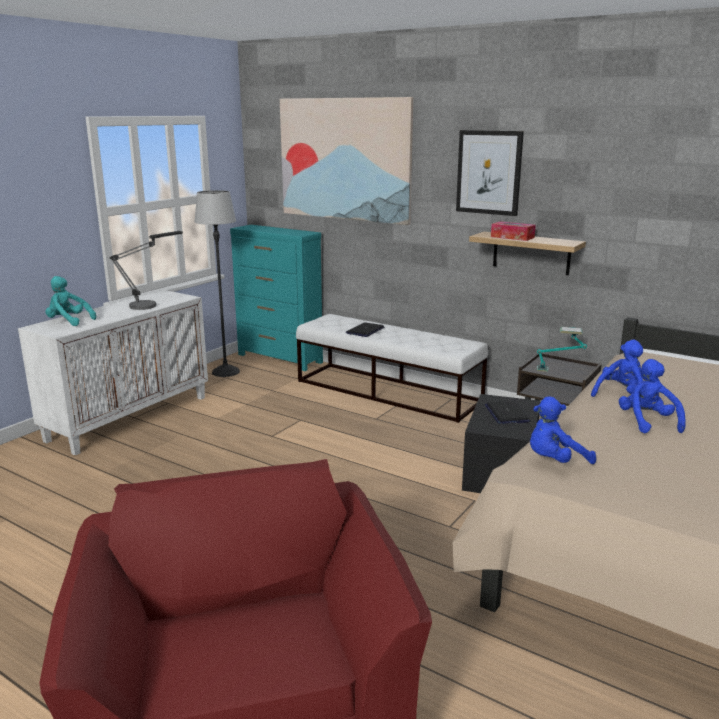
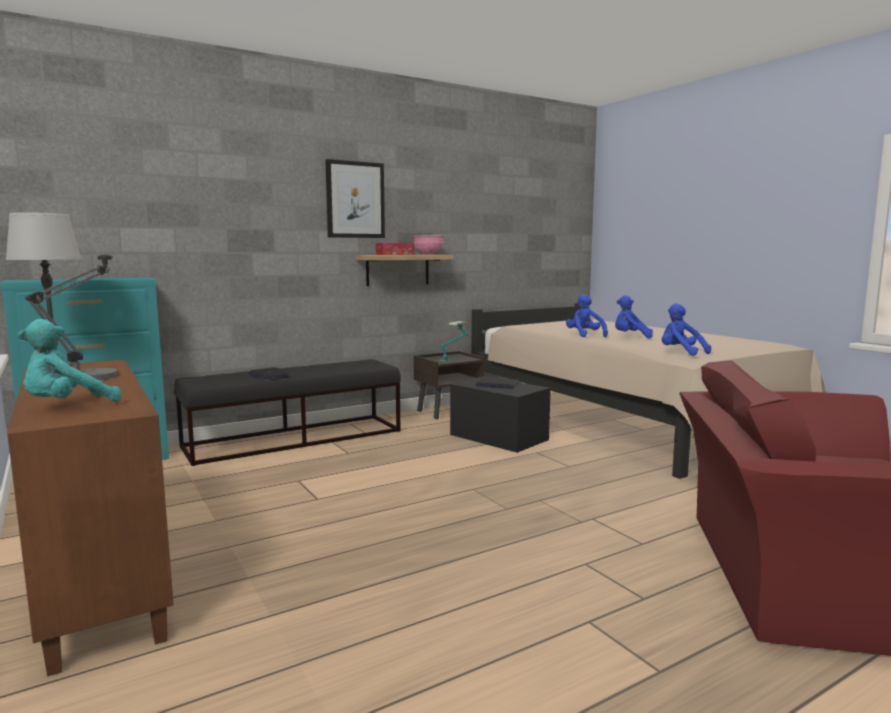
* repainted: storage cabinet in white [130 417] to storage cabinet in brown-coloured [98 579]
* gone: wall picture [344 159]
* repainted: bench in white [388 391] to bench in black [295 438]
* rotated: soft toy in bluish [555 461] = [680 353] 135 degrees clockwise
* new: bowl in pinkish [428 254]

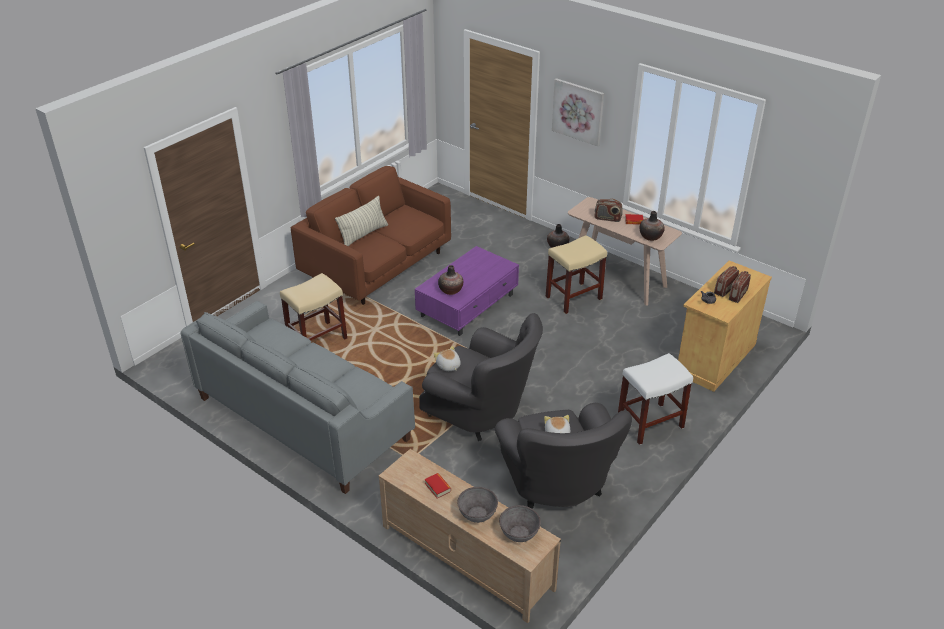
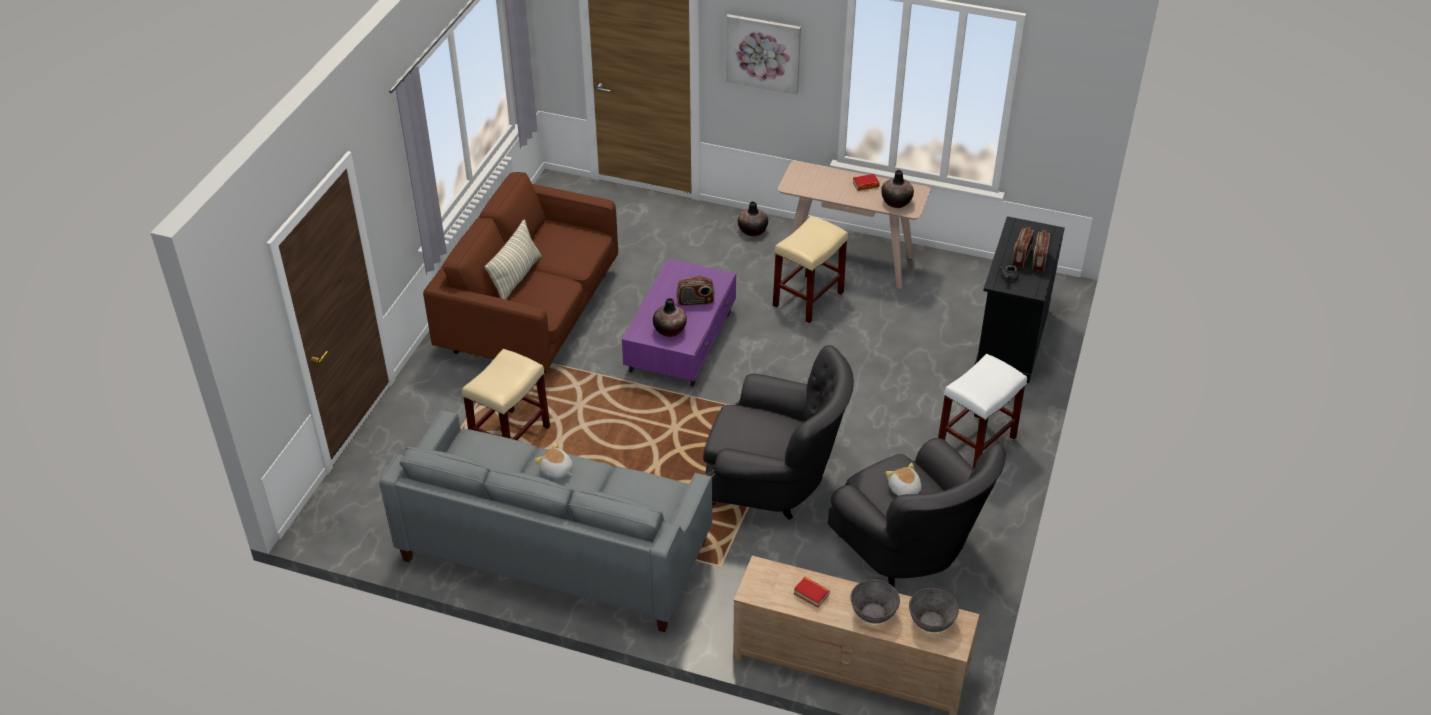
* shifted: soft toy [448 366] to [556 470]
* shifted: radio [607 218] to [695 301]
* repainted: storage cabinet in beige-coloured [715 358] to storage cabinet in black [1011 339]

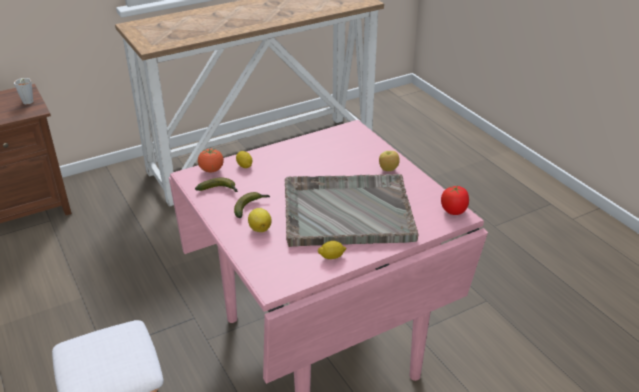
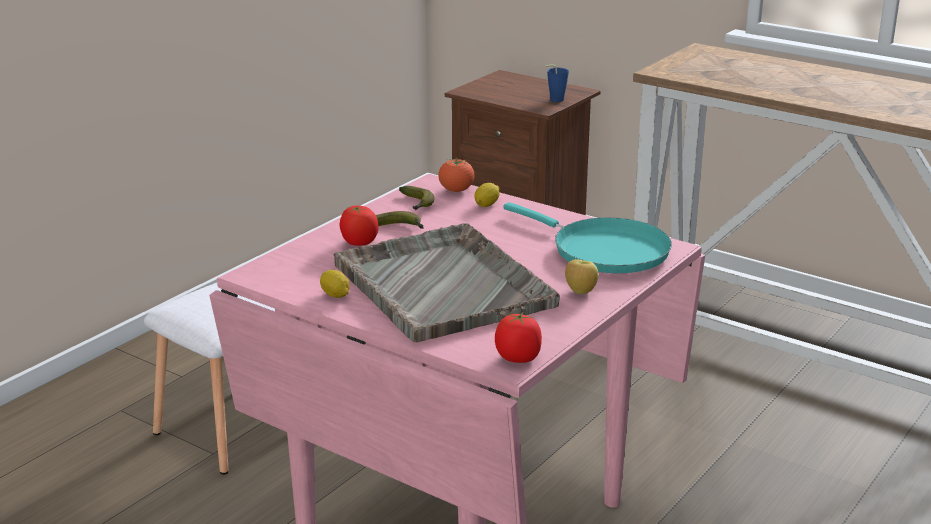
* repainted: small cup in grey [27 103] to small cup in bluish [554 100]
* swapped: citrus fruit [260 228] to tomato [359 243]
* new: frying pan in blue-green [603 250]

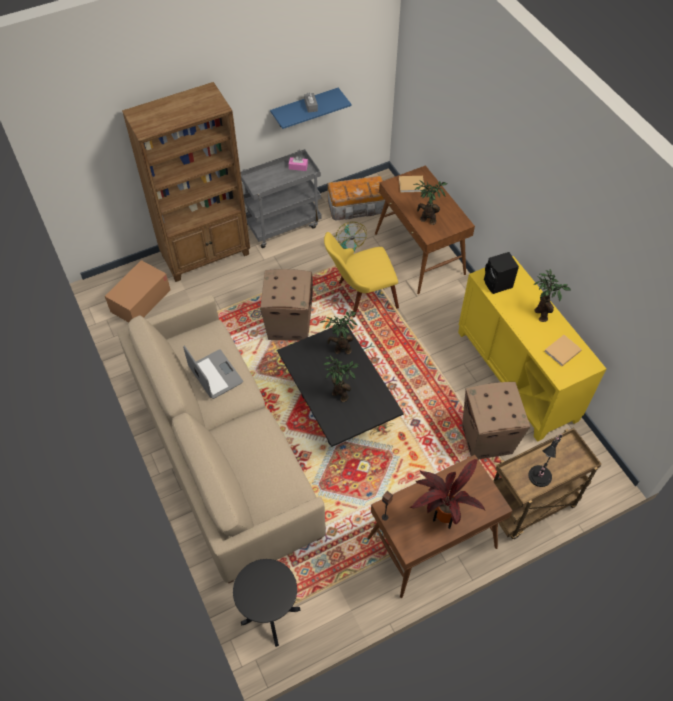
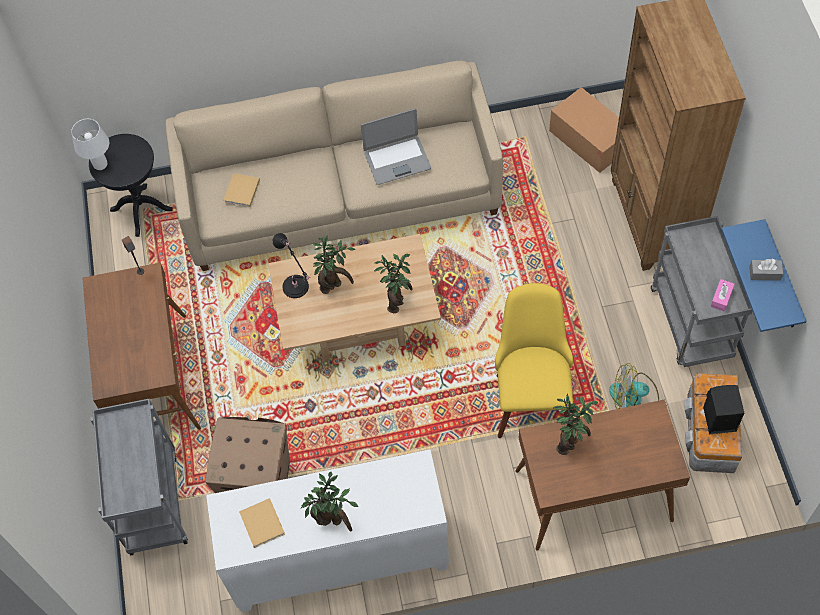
* gone: packing box [289 324]
* repainted: low table in black [338 409] to low table in beige-coloured [358 324]
* shifted: bound book in beige-coloured [412 185] to [241 192]
* gone: potted plant [442 515]
* repainted: storage cabinet in yellowish [517 375] to storage cabinet in white [339 558]
* shifted: audio speaker in black [498 284] to [718 419]
* repainted: trolley in brown-coloured [529 506] to trolley in grey [152 501]
* shifted: lamp for a table in black [541 474] to [297 288]
* new: lamp for a table in white [101 165]

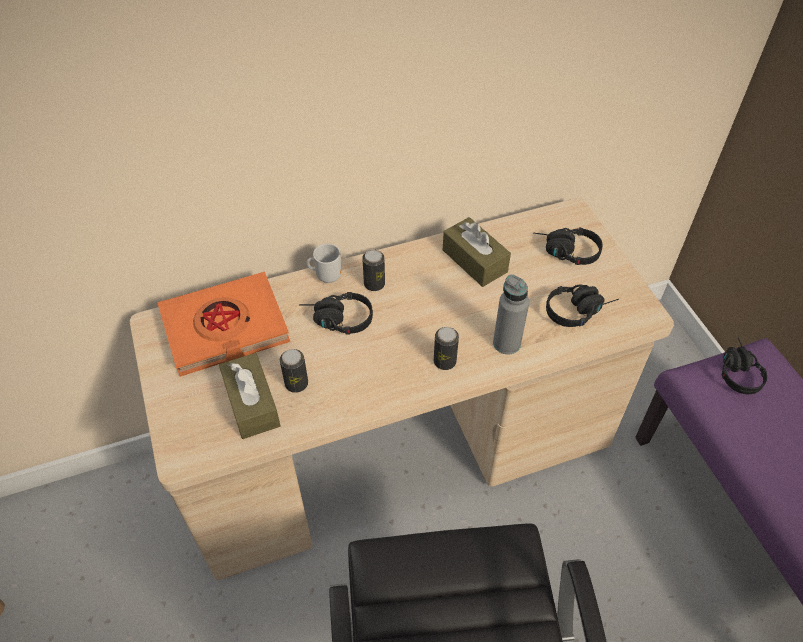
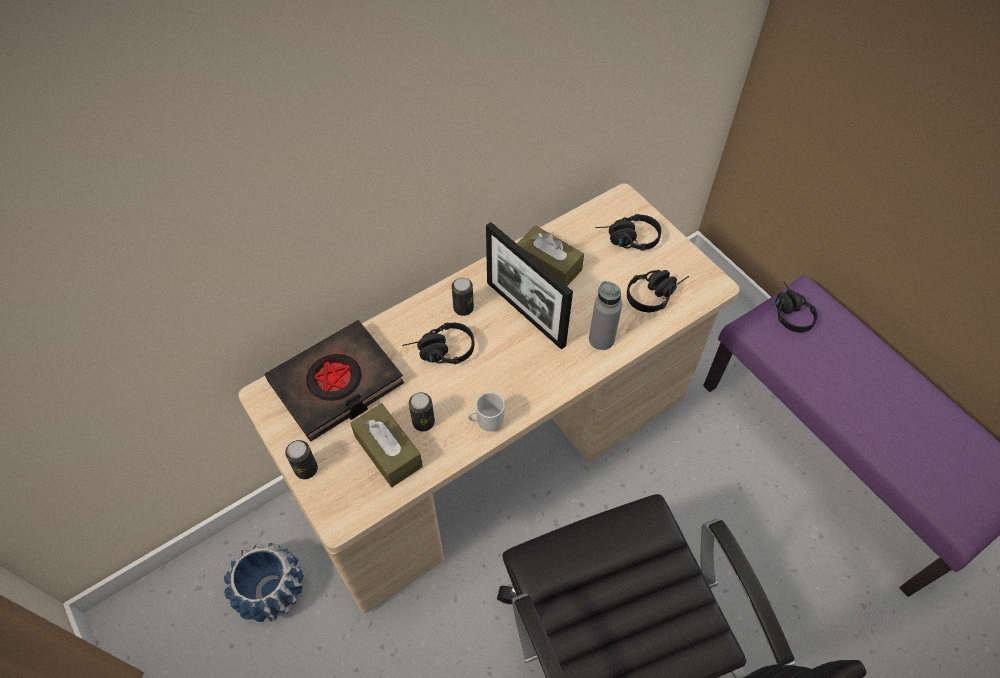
* repainted: bound book in orange-coloured [225 329] to bound book in black [336 384]
* shifted: mug [327 276] to [488 421]
* shifted: metal can [444 361] to [306 469]
* new: flower pot in bluish [271 590]
* new: picture frame [525 313]

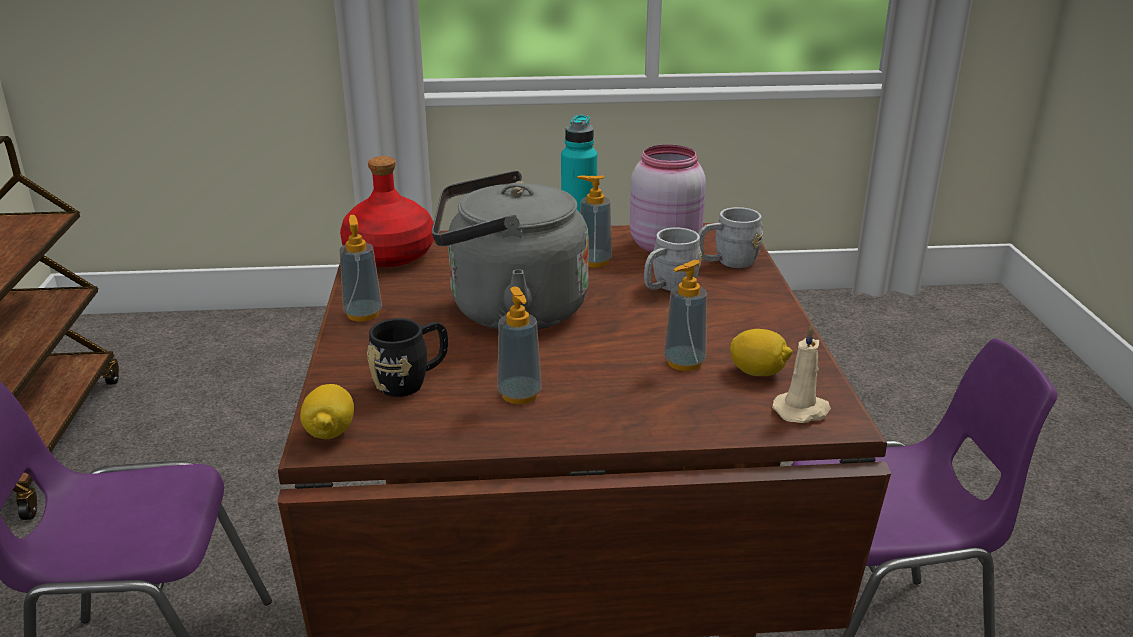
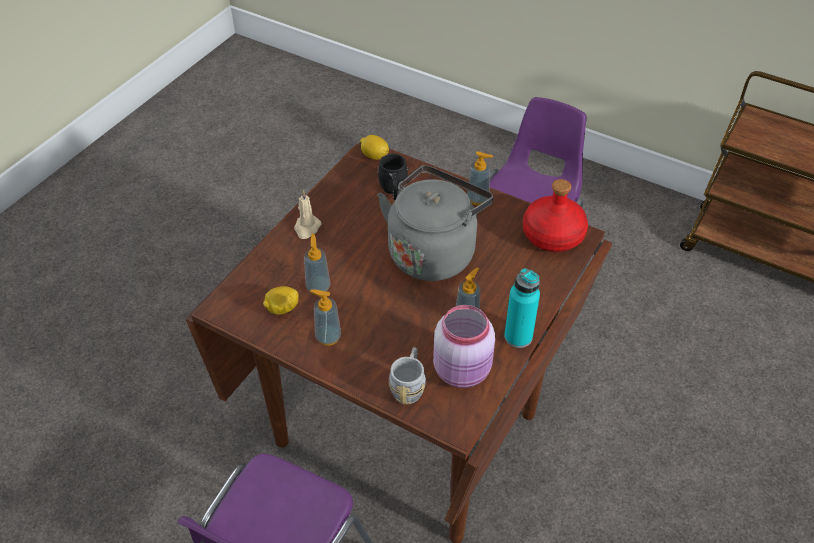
* shifted: soap dispenser [519 395] to [328 337]
* gone: mug in grey [668 287]
* shifted: wax light in beige-coloured [802 411] to [307 228]

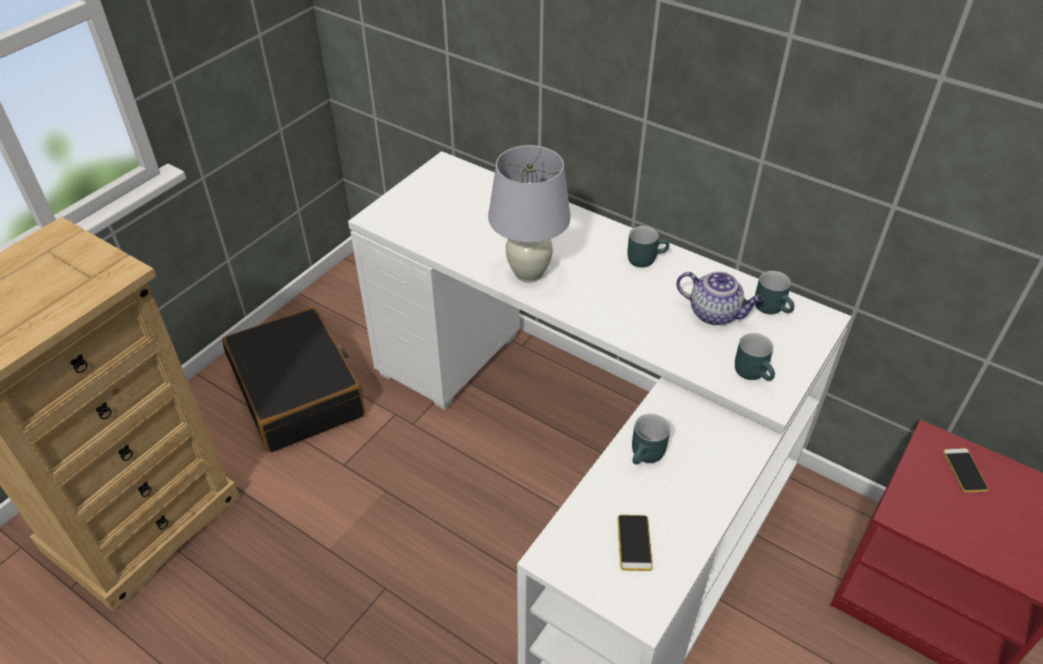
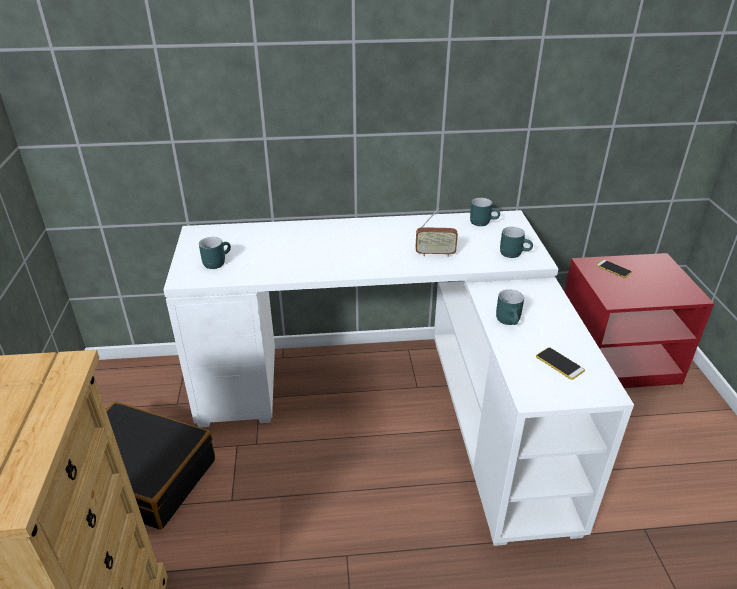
* gone: lamp for a table in white [529 273]
* shifted: mug in blue-green [645 258] to [216 262]
* gone: pot for tea [715 313]
* new: radio [435 254]

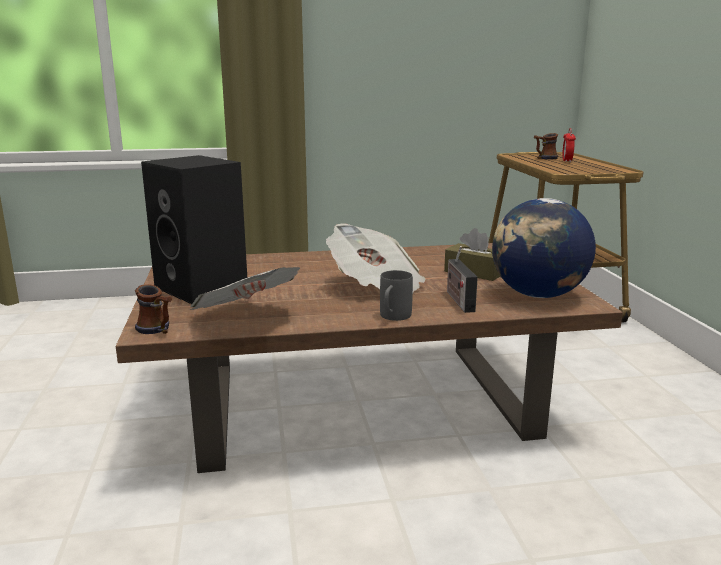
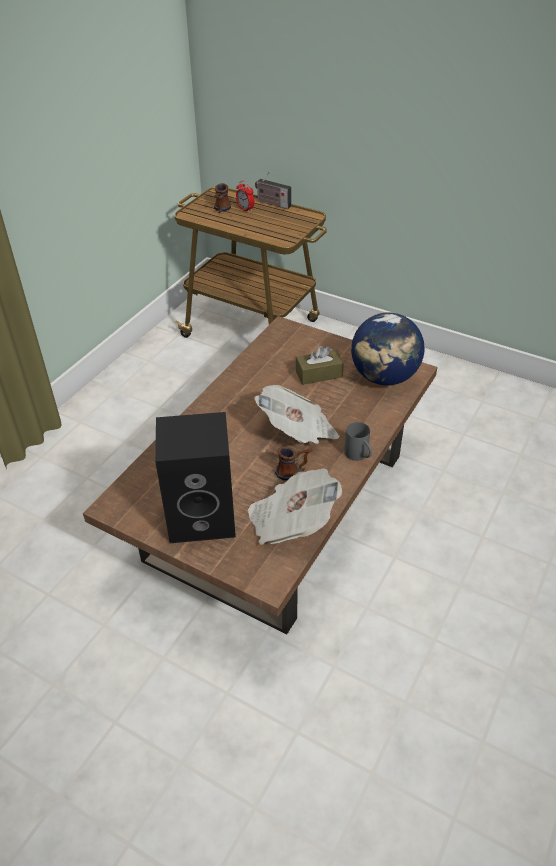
* shifted: mug [158 330] to [293 471]
* shifted: radio [458 300] to [272 203]

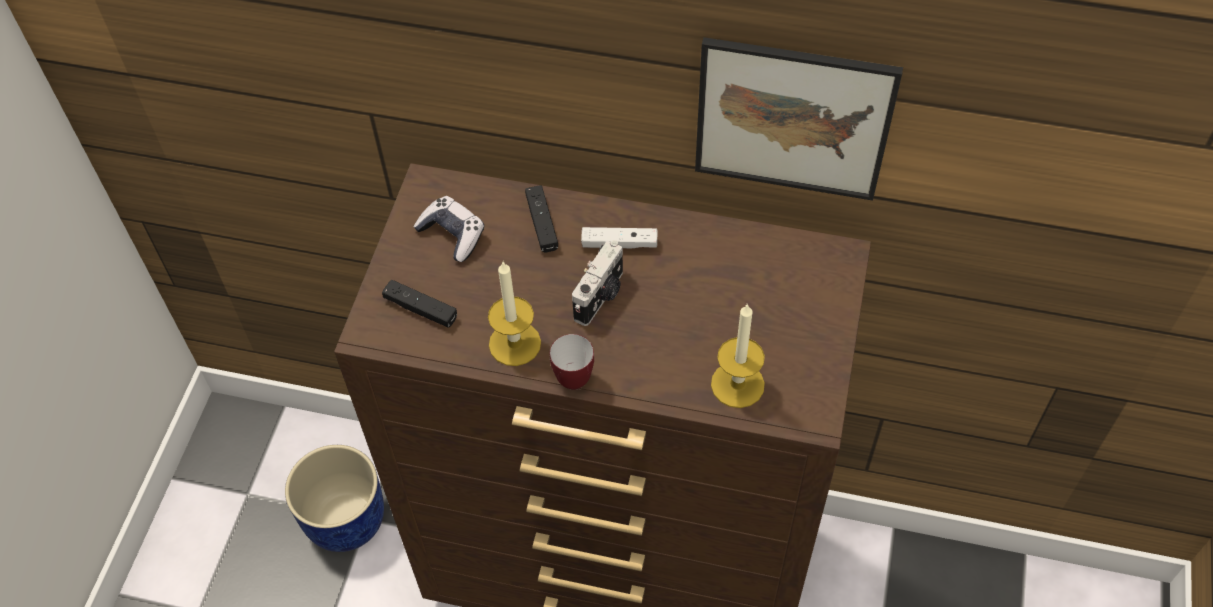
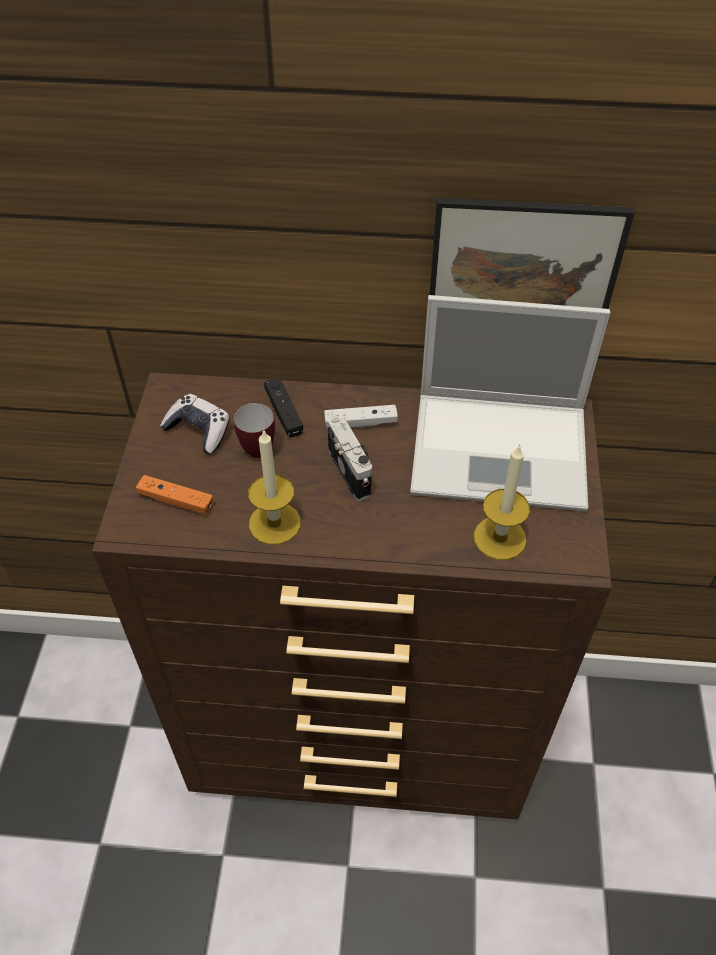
* gone: flower pot in bluish [344 520]
* repainted: game controller in black [421 309] to game controller in orange-coloured [176 501]
* shifted: mug [573 375] to [256 446]
* rotated: photo camera [601 296] = [351 471] 45 degrees counterclockwise
* new: laptop [503 450]

